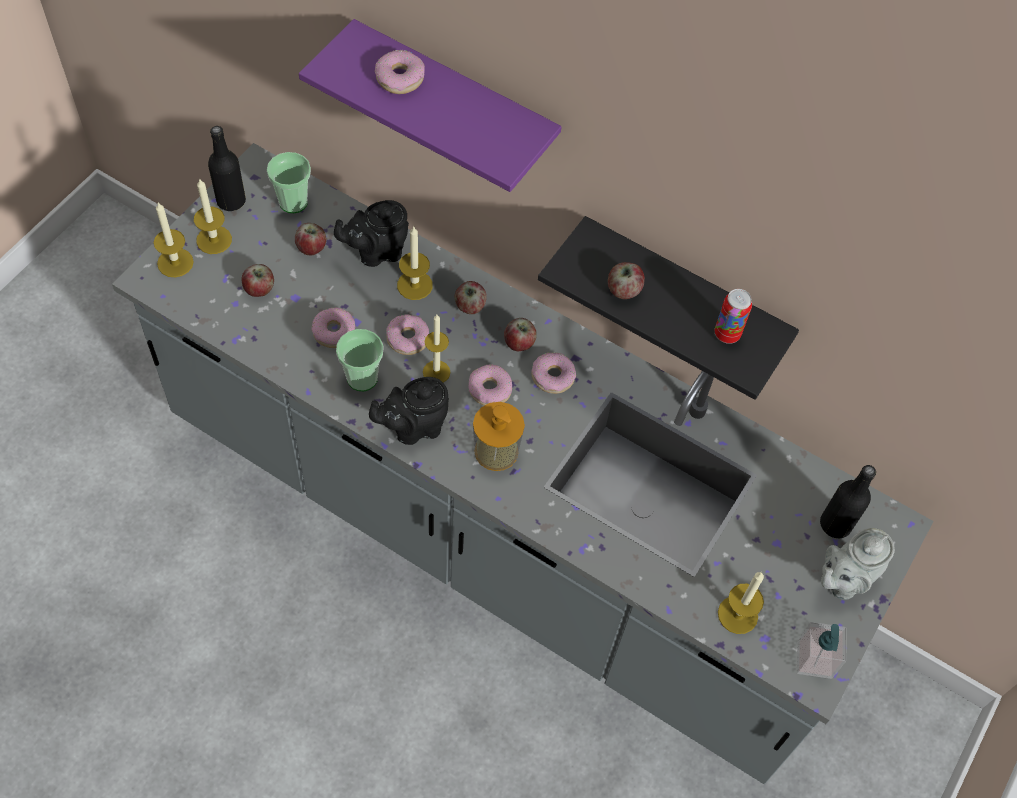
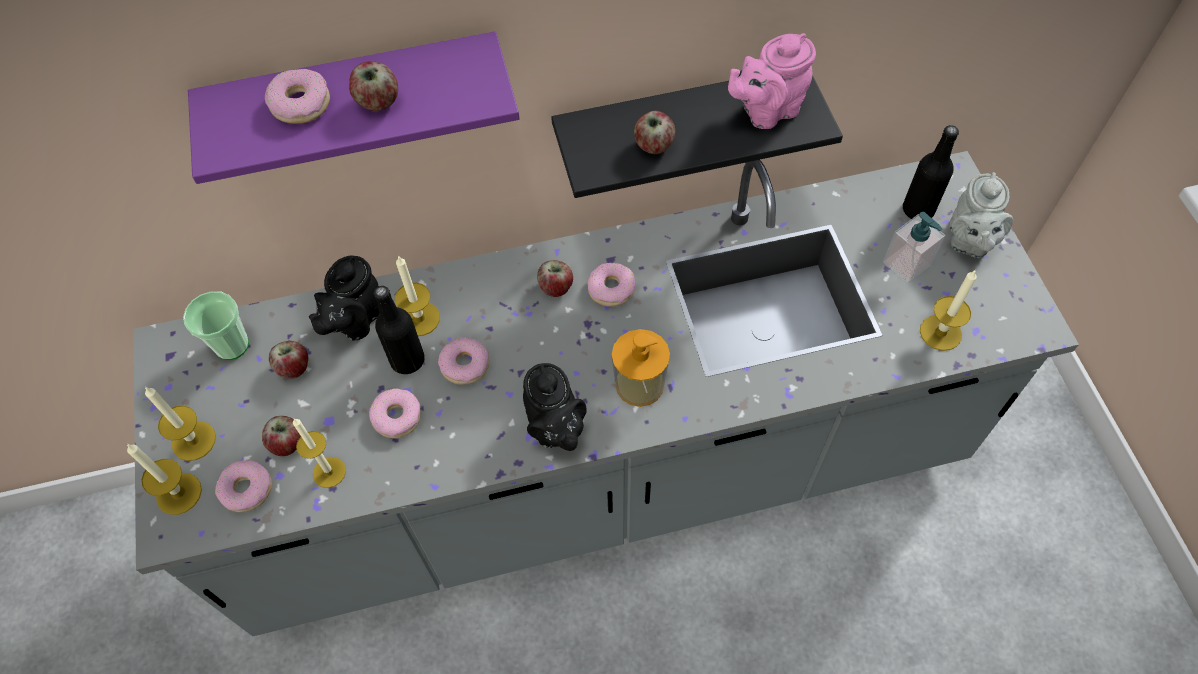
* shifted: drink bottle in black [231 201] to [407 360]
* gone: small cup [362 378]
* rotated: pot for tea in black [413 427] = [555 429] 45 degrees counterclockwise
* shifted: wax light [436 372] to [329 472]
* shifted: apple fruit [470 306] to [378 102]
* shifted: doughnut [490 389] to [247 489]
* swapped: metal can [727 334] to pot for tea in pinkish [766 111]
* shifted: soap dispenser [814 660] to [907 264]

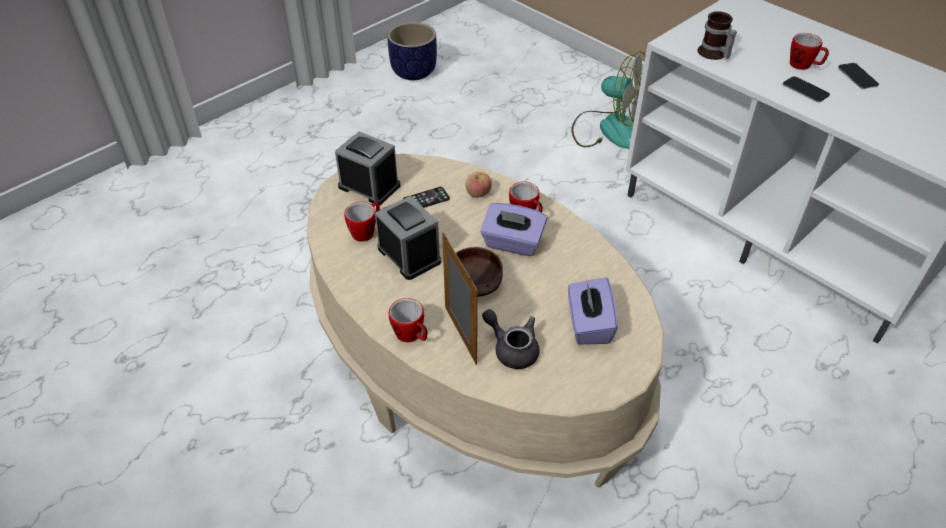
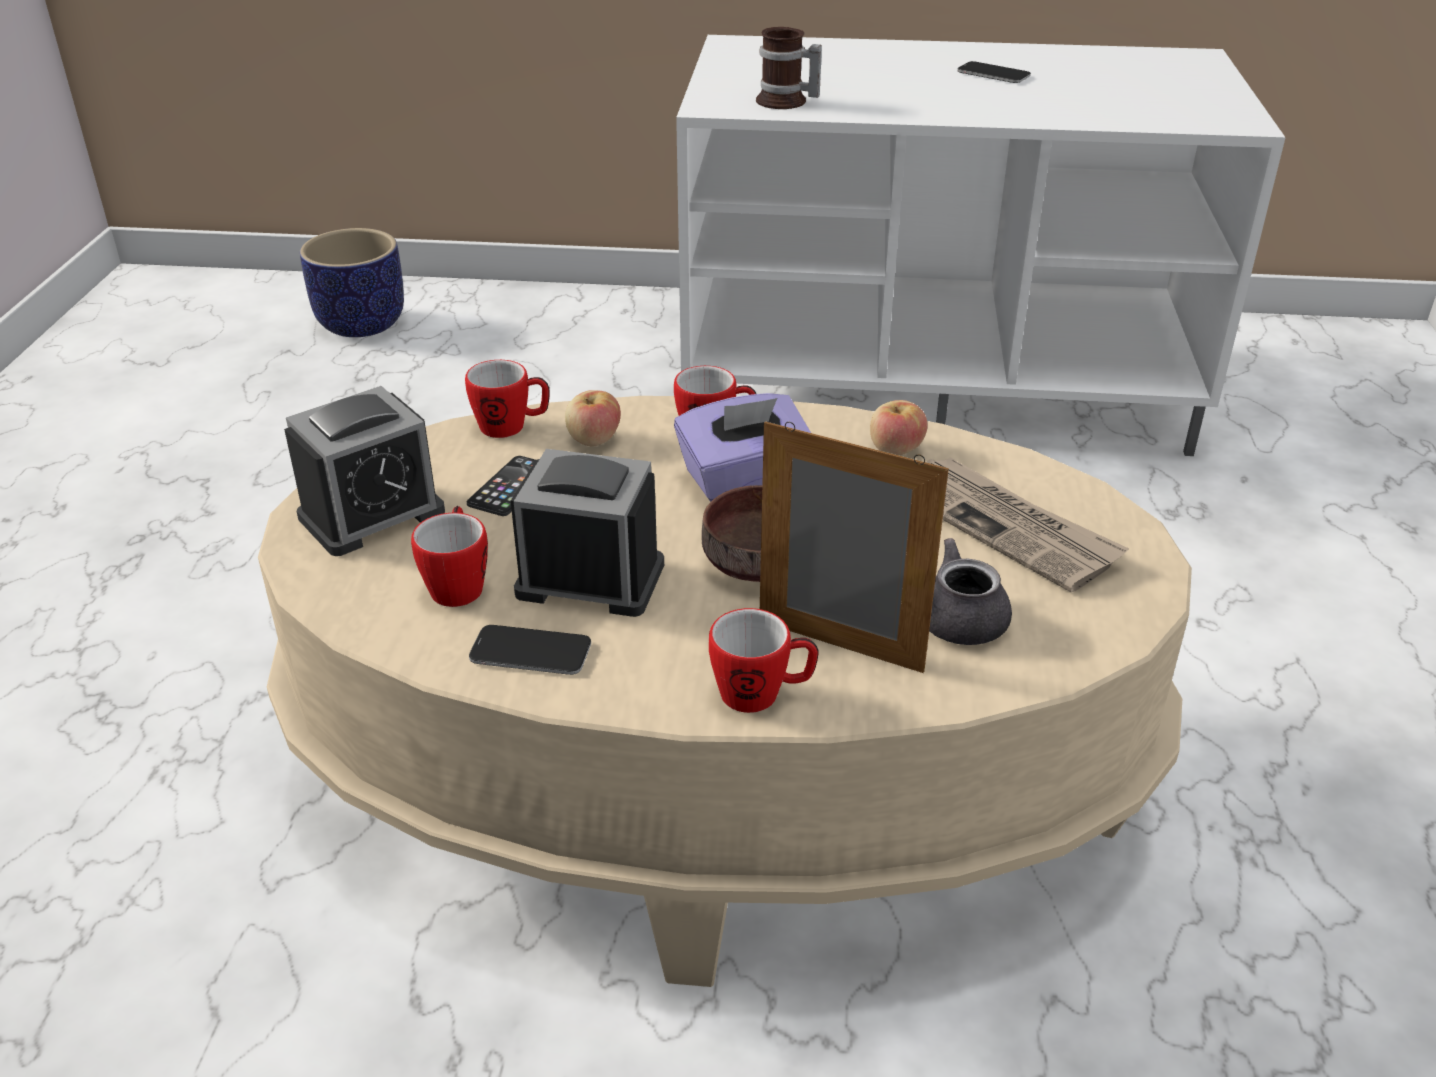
* rotated: bedside clock [369 186] = [372 515] 150 degrees clockwise
* shifted: flower pot [414 72] to [362 323]
* swapped: box of tissues in purple-coloured [588 324] to newspaper [1005 526]
* gone: cooling fan [609 129]
* shifted: telephone [805 90] to [530 652]
* shifted: mug [804 66] to [512 427]
* new: apple fruit [895 449]

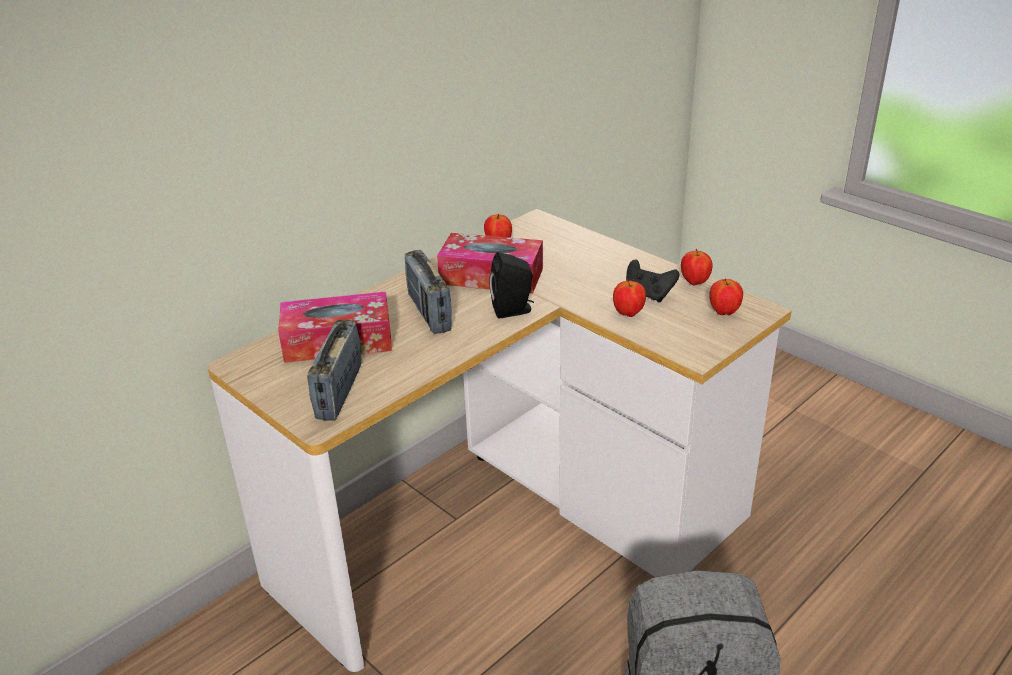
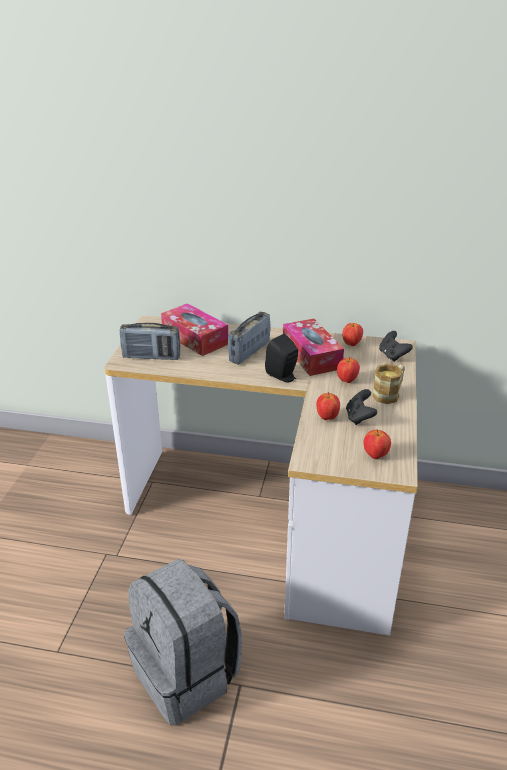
* rotated: radio [339 392] = [151 357] 150 degrees counterclockwise
* shifted: apple fruit [695 282] to [347 380]
* new: mug [389 394]
* new: game controller in black [392 356]

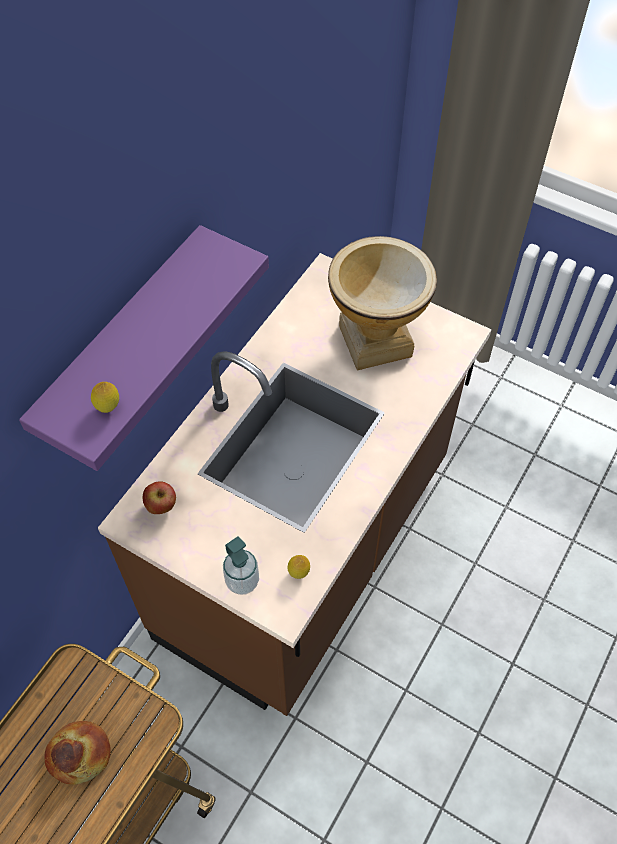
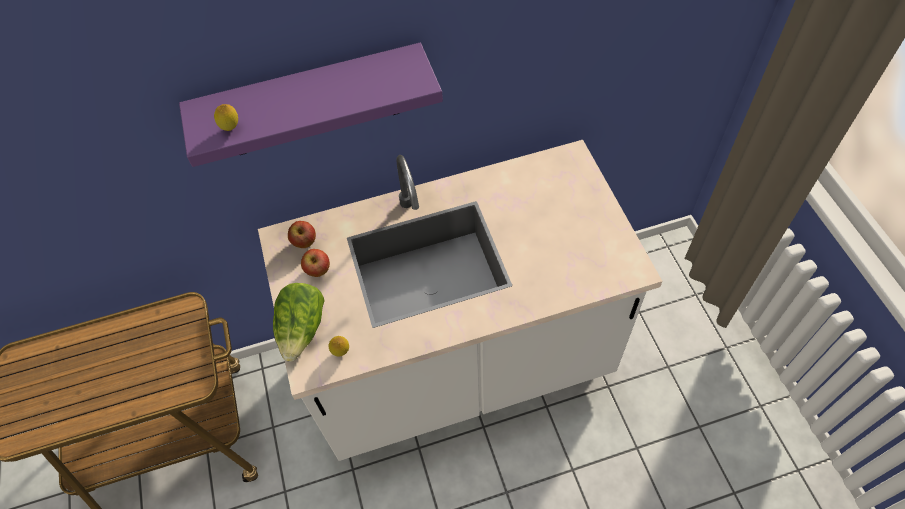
* gone: baked bread [79 753]
* repainted: counter in brown-coloured [308 551] to counter in white [461 367]
* swapped: soap dispenser [242 581] to lettuce [302 329]
* gone: vase [376 340]
* new: apple fruit [318 271]

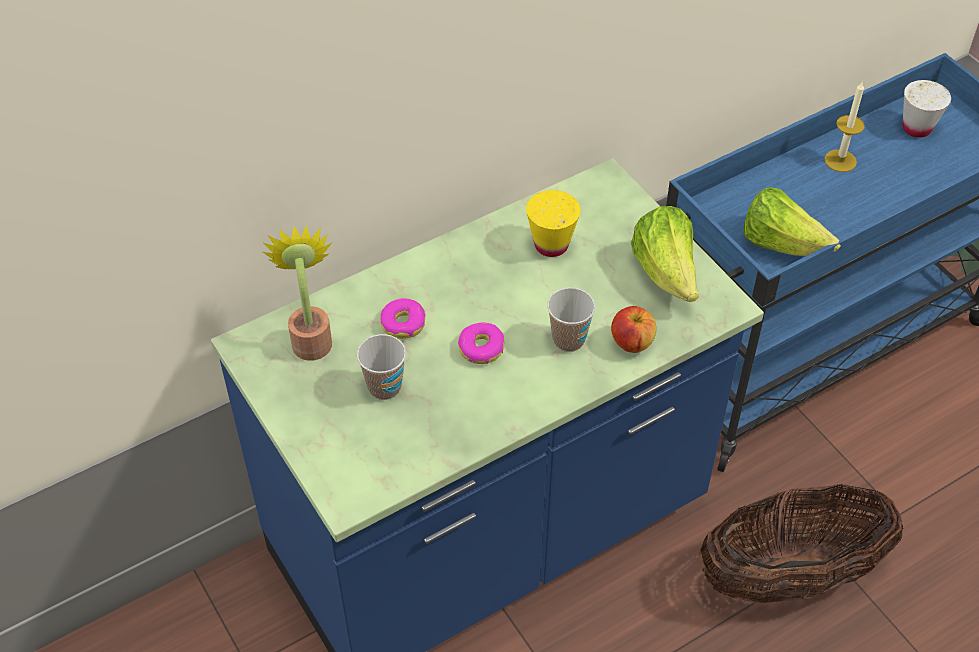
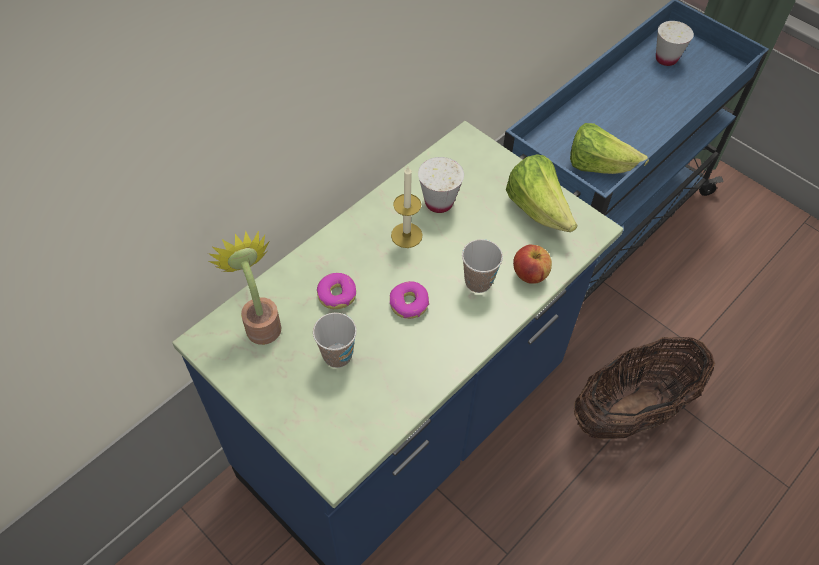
* repainted: small cup in yellowish [551 245] to small cup in white [439 202]
* shifted: wax light [840 160] to [406 235]

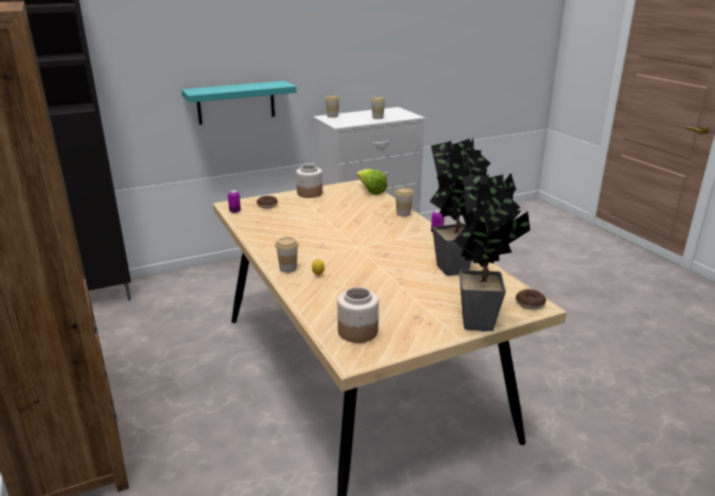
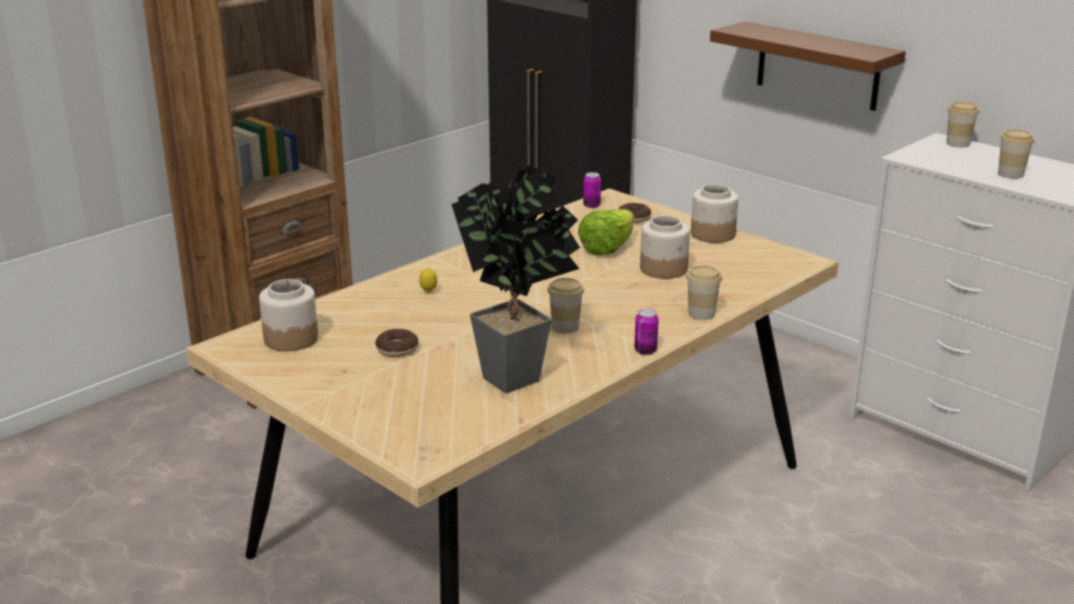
* repainted: wall shelf in blue-green [236 102] to wall shelf in brown-coloured [818 66]
* shifted: small cup [288 268] to [565 327]
* shifted: lettuce [371 191] to [607 248]
* gone: potted plant [480 319]
* shifted: doughnut [530 303] to [397 349]
* new: storage jar [664 269]

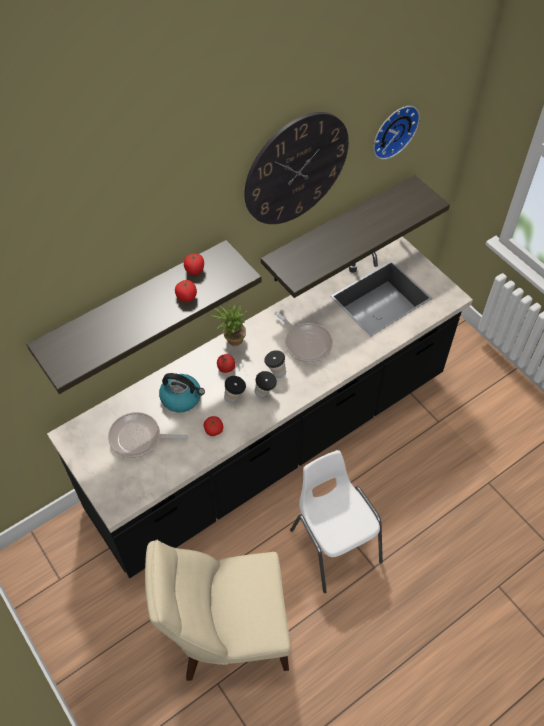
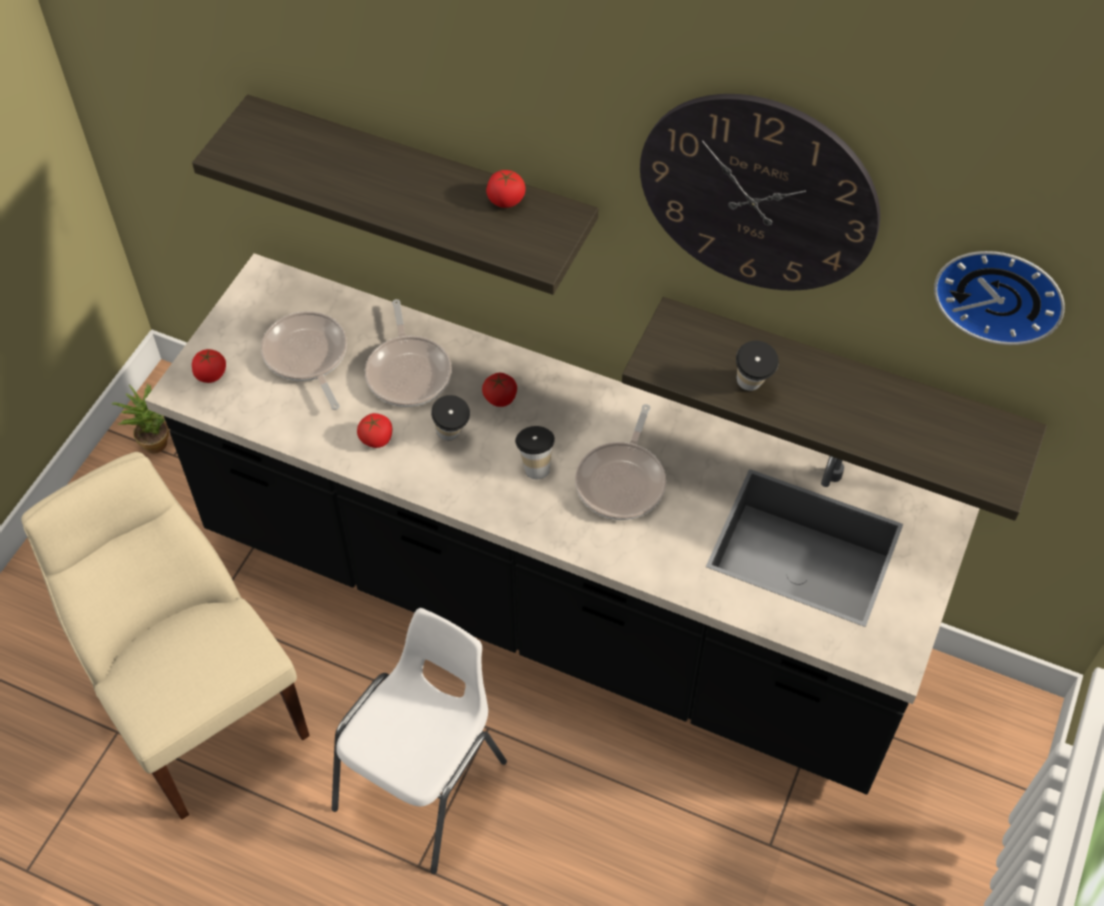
* swapped: kettle [182 398] to frying pan [408 371]
* shifted: tomato [186 296] to [211 374]
* shifted: potted plant [231 339] to [153 440]
* shifted: small cup [265 393] to [751 388]

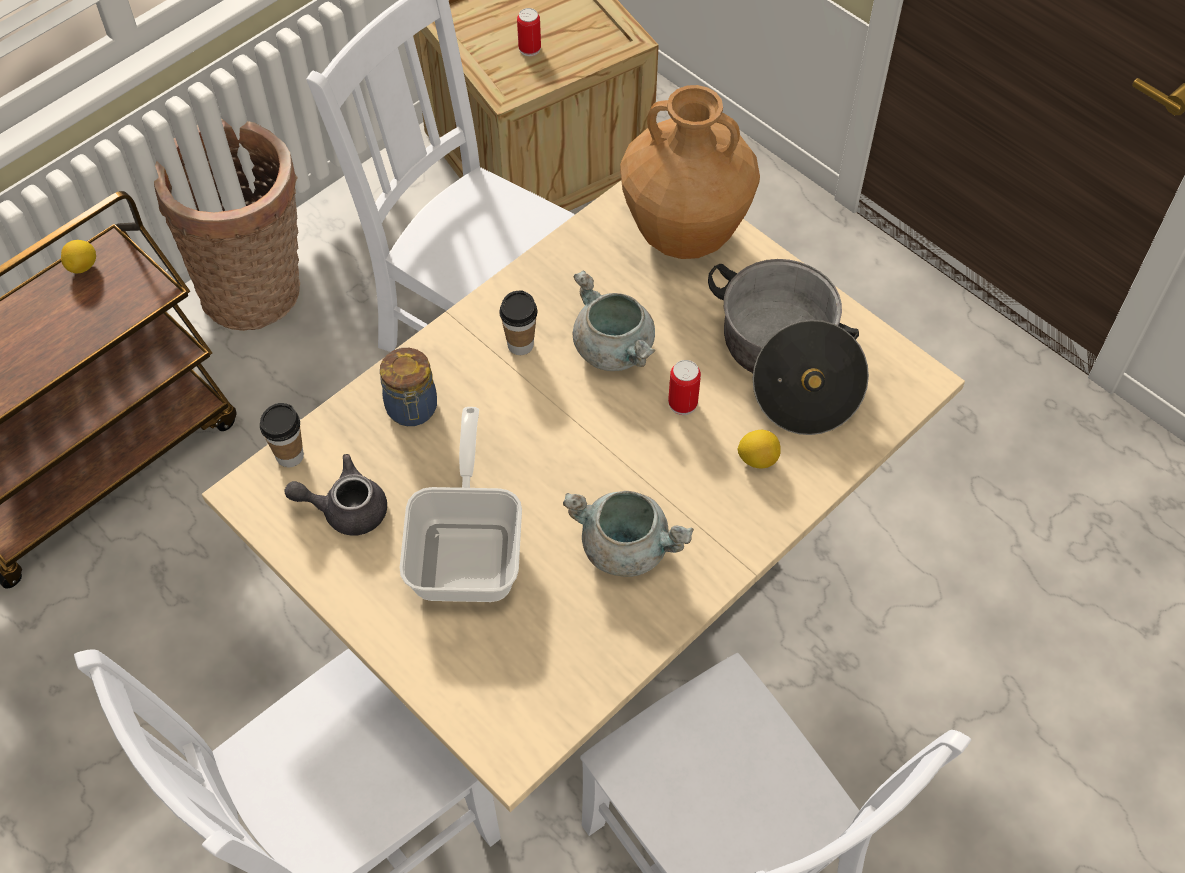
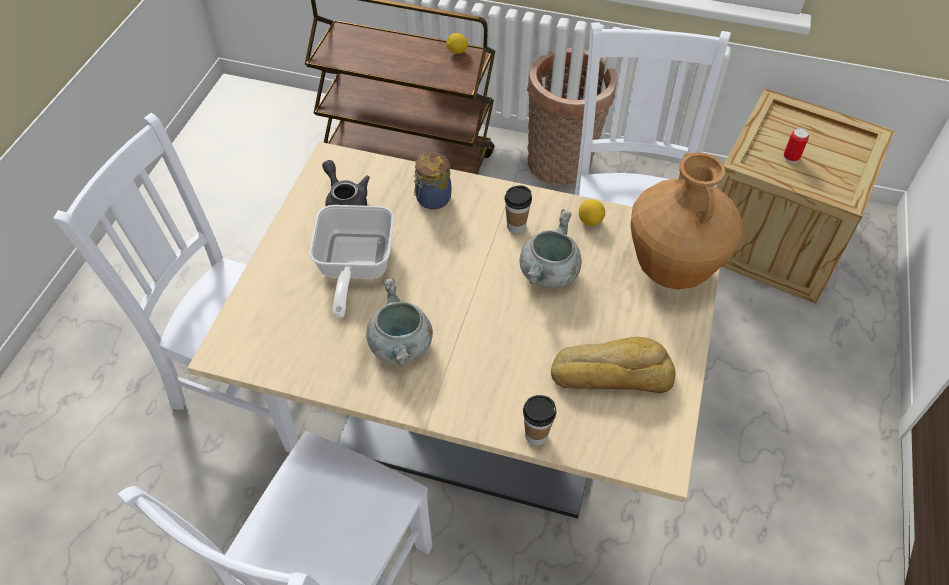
* shifted: small cup [290 456] to [536 435]
* rotated: frying pan [468 547] = [353 268] 120 degrees clockwise
* gone: metal can [682 403]
* swapped: stockpot [786 363] to baked bread [611 373]
* shifted: citrus fruit [757 459] to [590 221]

